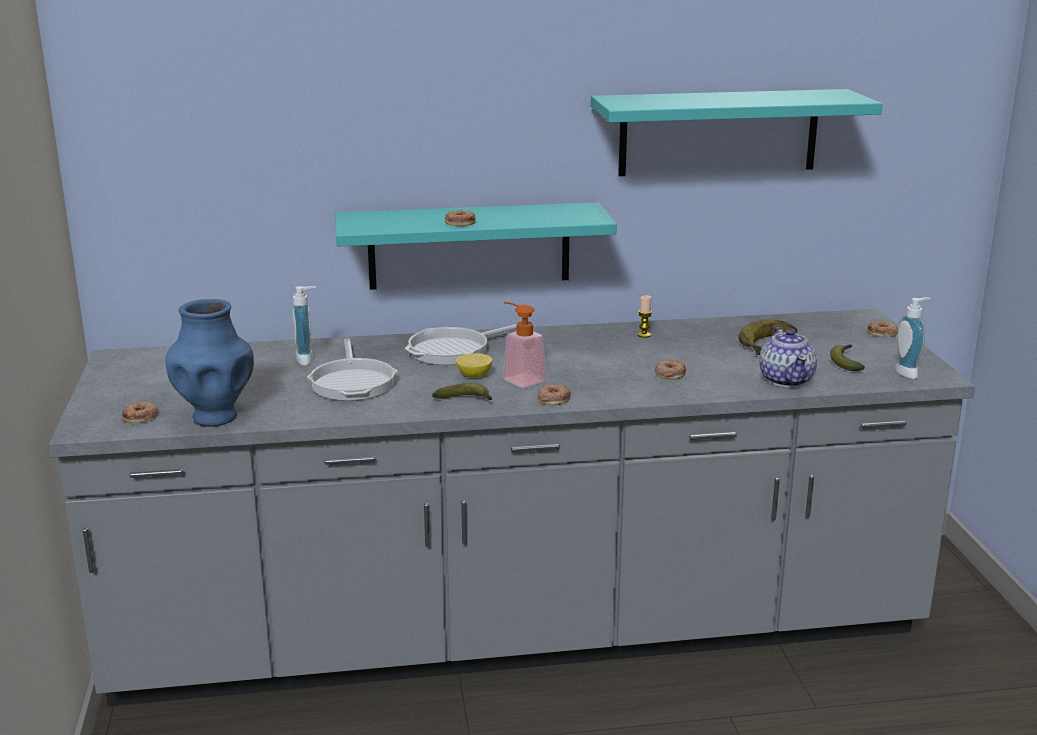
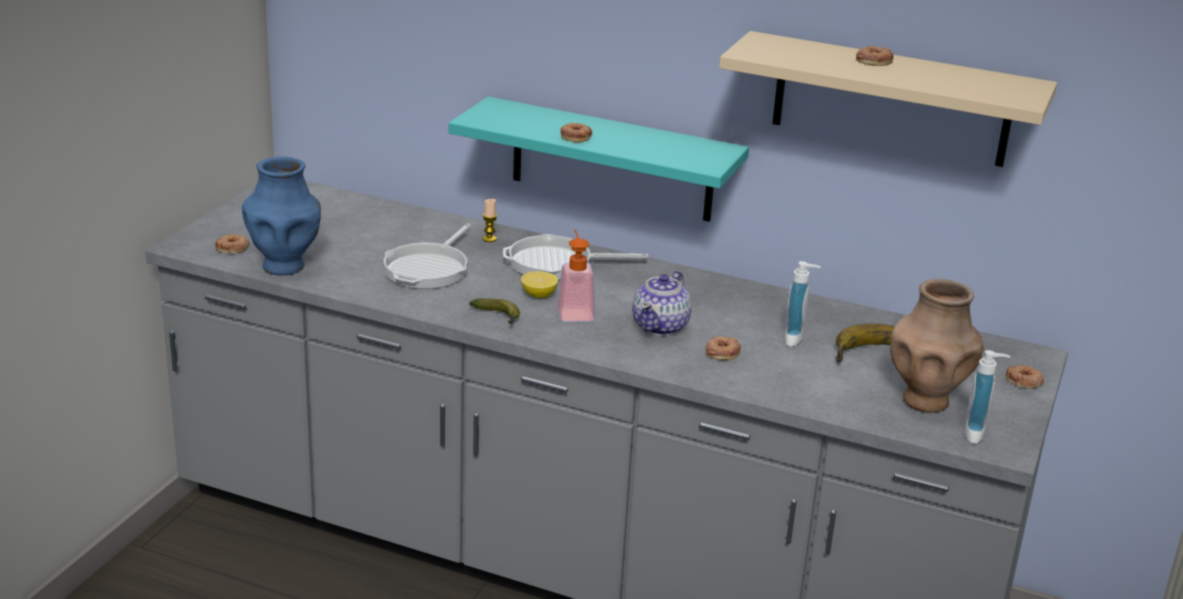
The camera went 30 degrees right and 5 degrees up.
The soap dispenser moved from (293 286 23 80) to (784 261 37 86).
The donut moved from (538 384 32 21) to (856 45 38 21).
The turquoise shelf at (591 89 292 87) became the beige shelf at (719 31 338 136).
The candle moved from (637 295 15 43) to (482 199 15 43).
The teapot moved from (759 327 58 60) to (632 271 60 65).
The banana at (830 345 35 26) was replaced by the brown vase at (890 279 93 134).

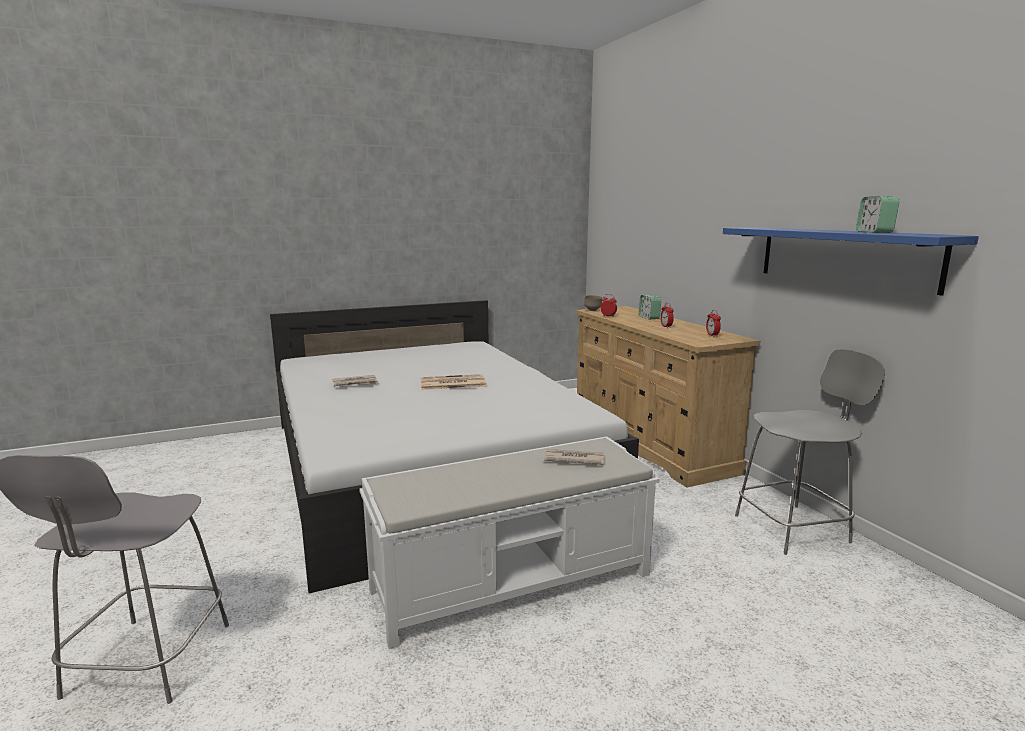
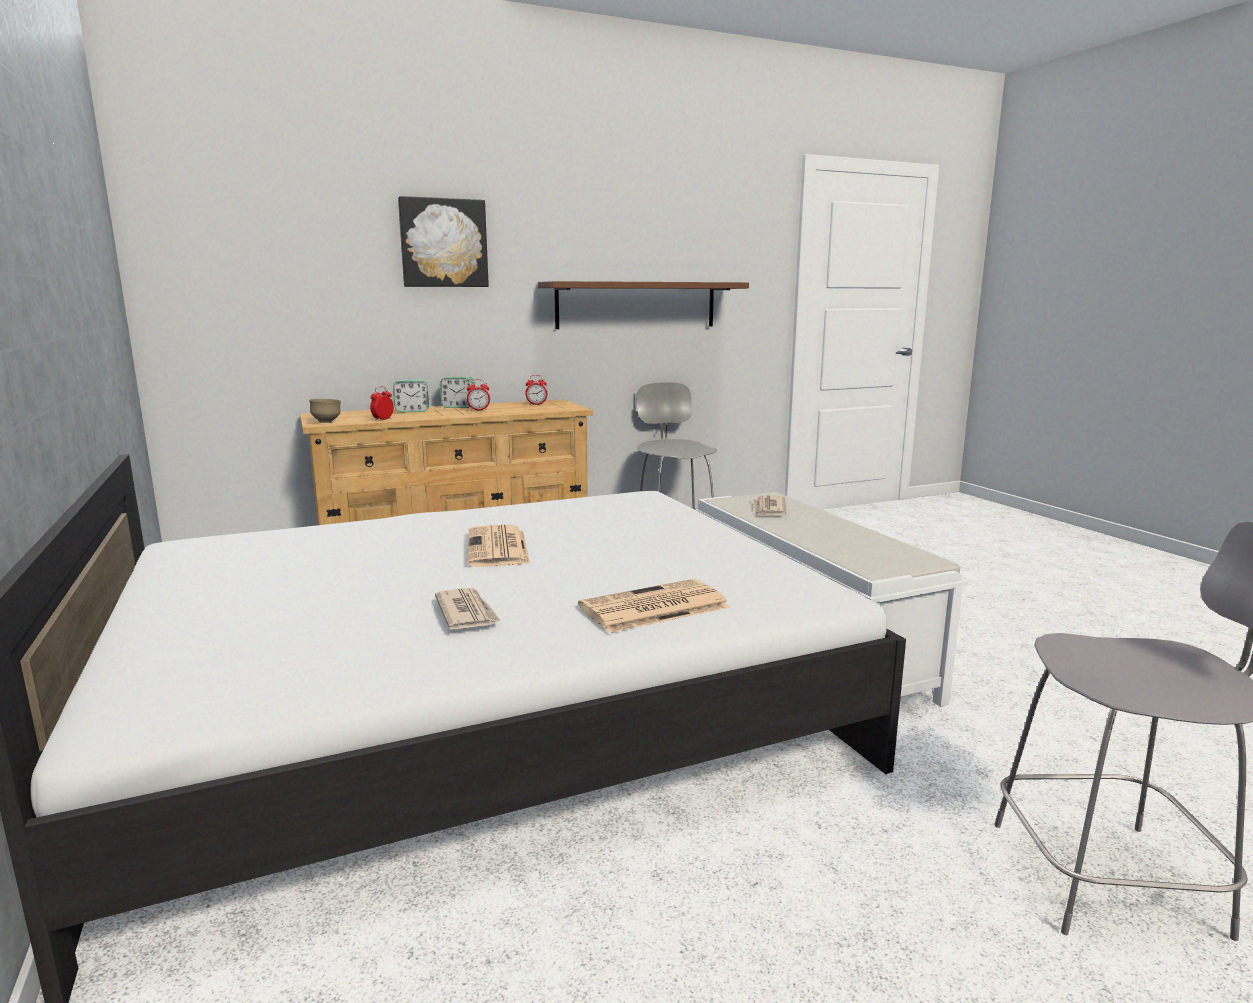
The camera went 90 degrees left and 0 degrees up.
The blue shelf at (723 227 256 69) became the brown shelf at (538 281 211 48).
The alarm clock moved from (856 196 44 37) to (440 377 35 31).
The picture at (398 196 91 91) appeared.
The newspaper at (578 579 152 54) appeared.

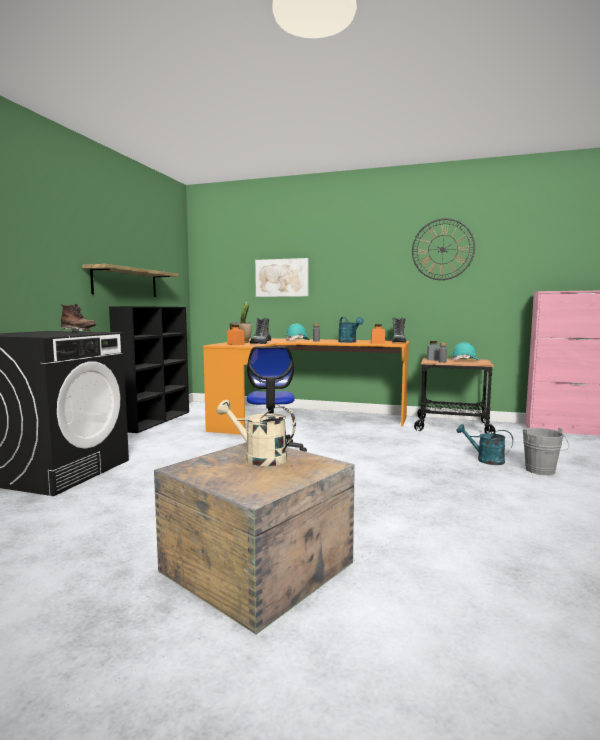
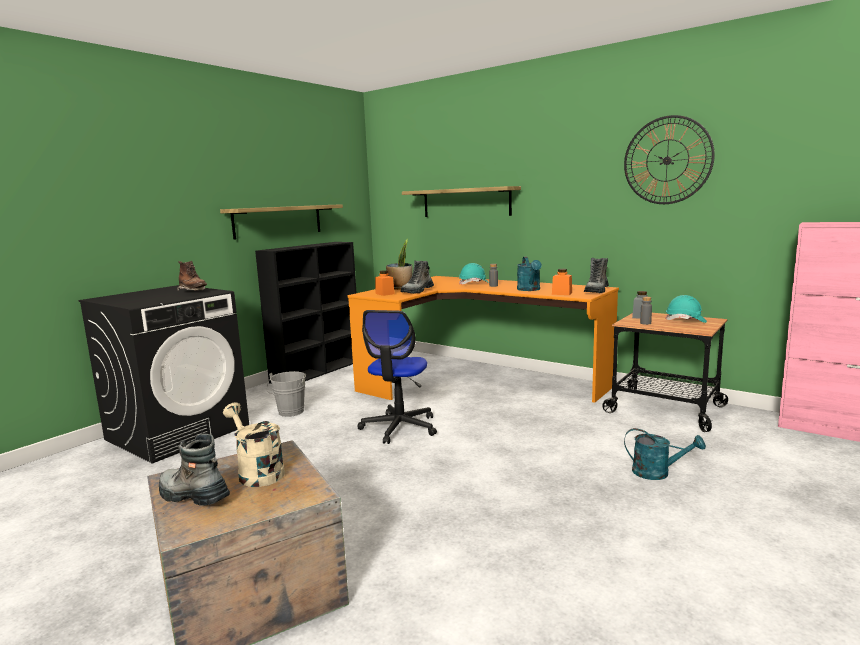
The camera went 20 degrees right and 5 degrees up.
The picture at (255 258 54 39) was replaced by the shelf at (402 186 119 31).
The turquoise watering can at (456 424 57 41) turned 150 degrees clockwise.
The grey bucket moved from (522 428 47 47) to (266 371 40 46).
The boot at (159 434 71 72) appeared.

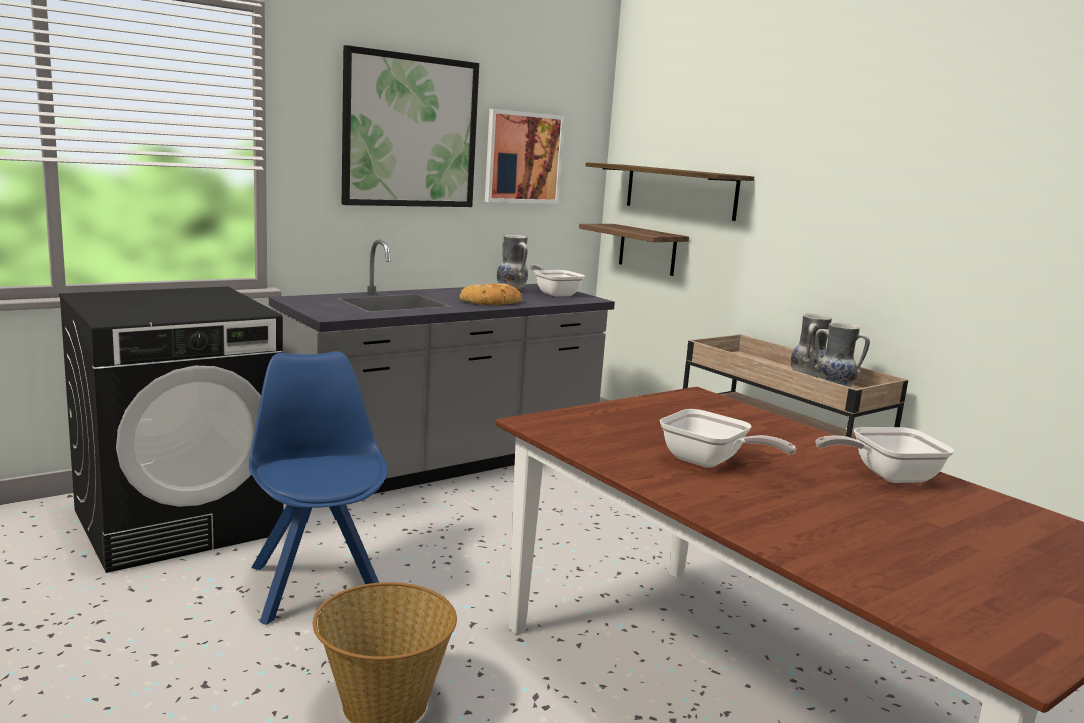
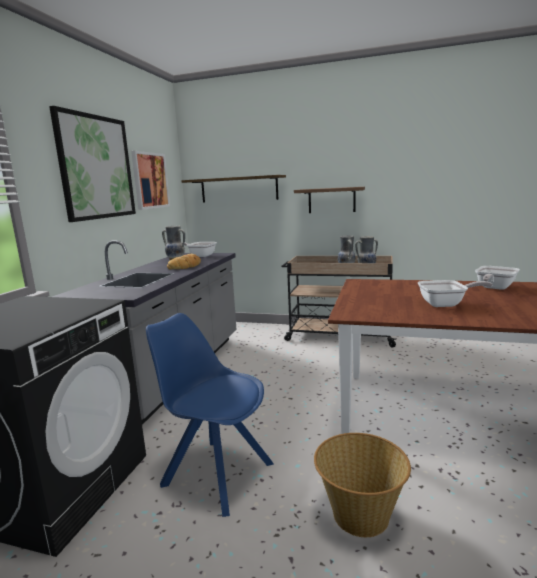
The camera went 35 degrees left and 0 degrees up.
The shelf moved from (579 224 110 52) to (294 187 71 26).

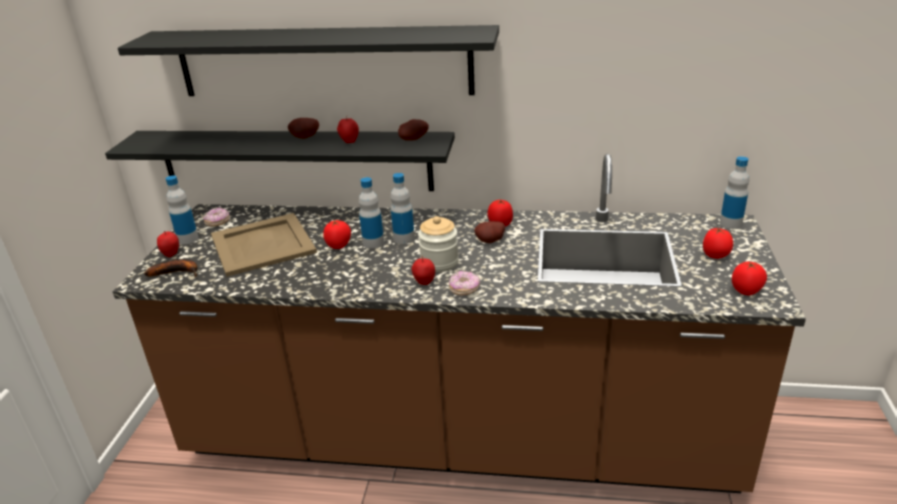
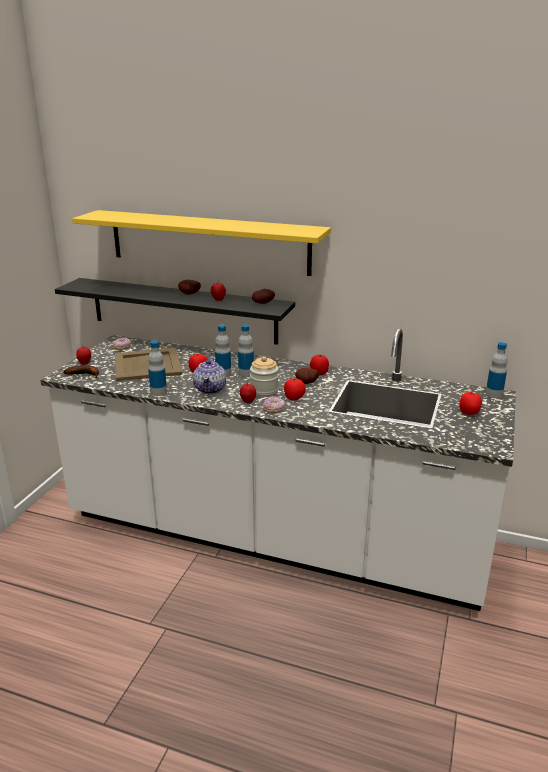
The camera went 10 degrees right and 5 degrees down.
The brown counter at (113 154 693 339) became the white counter at (40 328 476 283).
The black shelf at (118 25 381 71) became the yellow shelf at (72 210 259 66).
The bottle moved from (166 175 33 69) to (148 340 19 56).
The tomato moved from (732 261 35 35) to (284 378 22 23).
The teapot at (193 358 33 36) appeared.

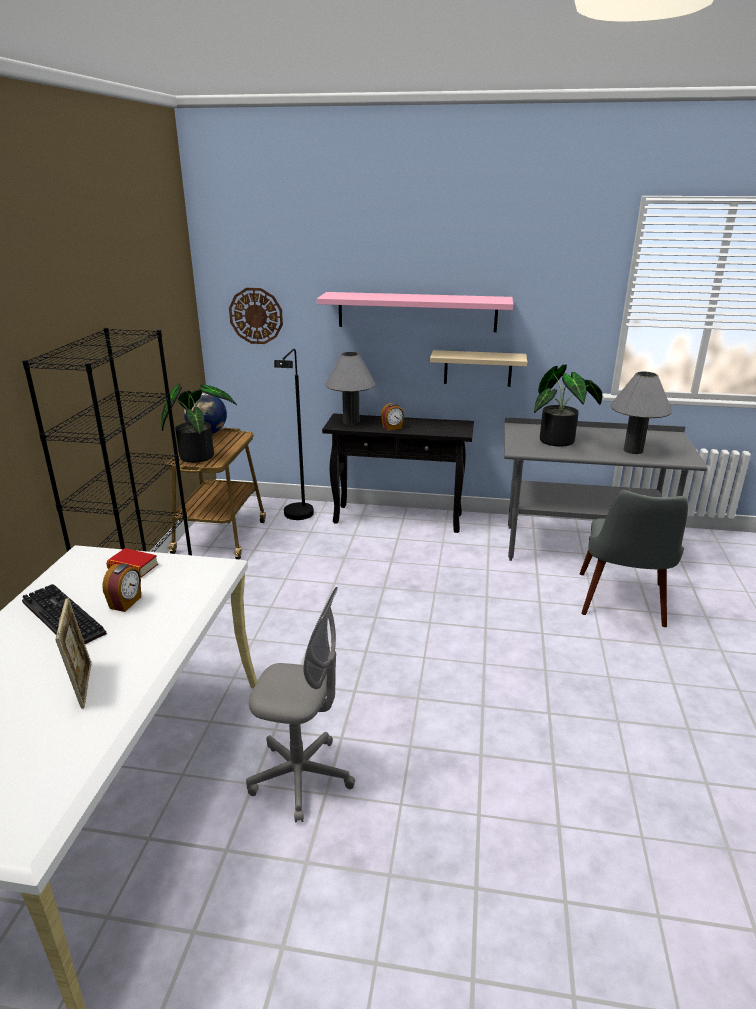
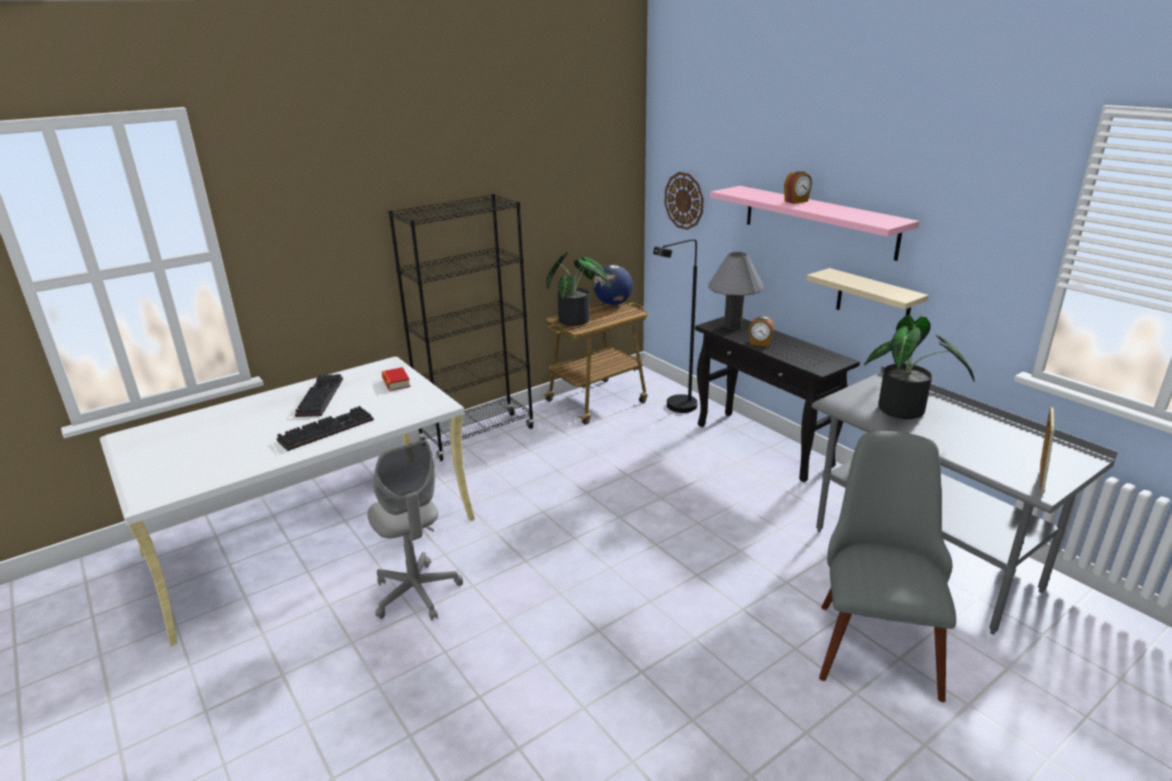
The camera went 45 degrees right and 0 degrees up.
The picture frame moved from (55 598 37 111) to (1040 407 15 86).
The alarm clock moved from (102 564 39 48) to (784 170 28 34).
The grey chair at (580 490 108 137) turned 135 degrees clockwise.
The grey table lamp at (610 372 62 82) disappeared.
The keyboard at (276 406 98 45) appeared.

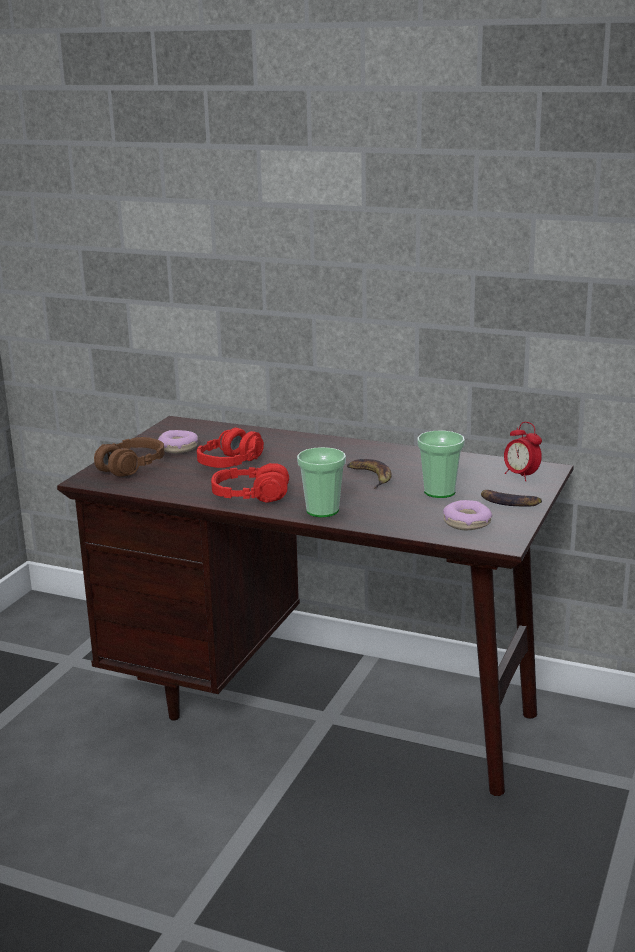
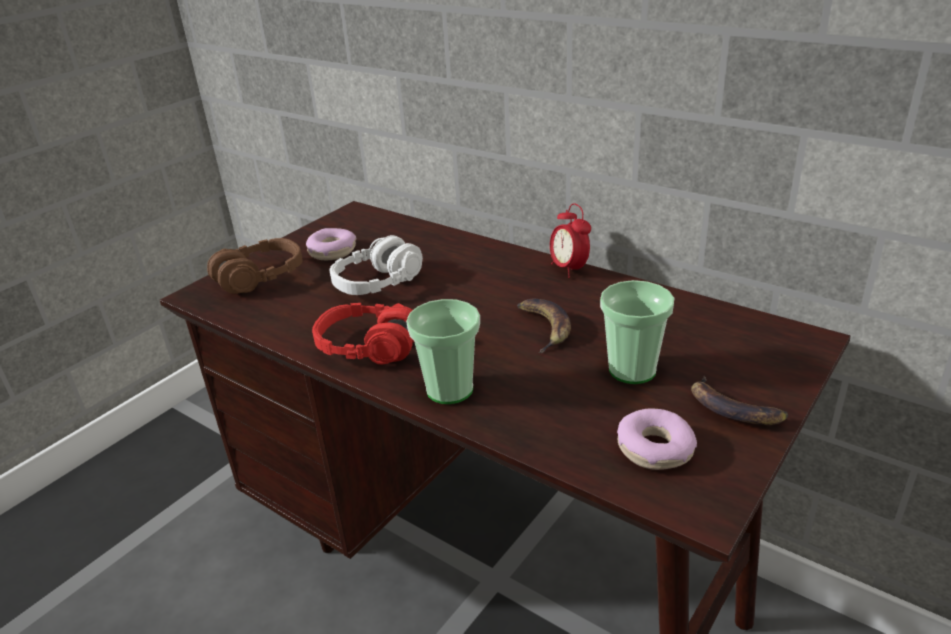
The camera went 15 degrees right and 10 degrees up.
The red headphones at (197 428 67 40) became the white headphones at (330 235 93 60).
The alarm clock moved from (504 422 38 59) to (550 203 41 75).

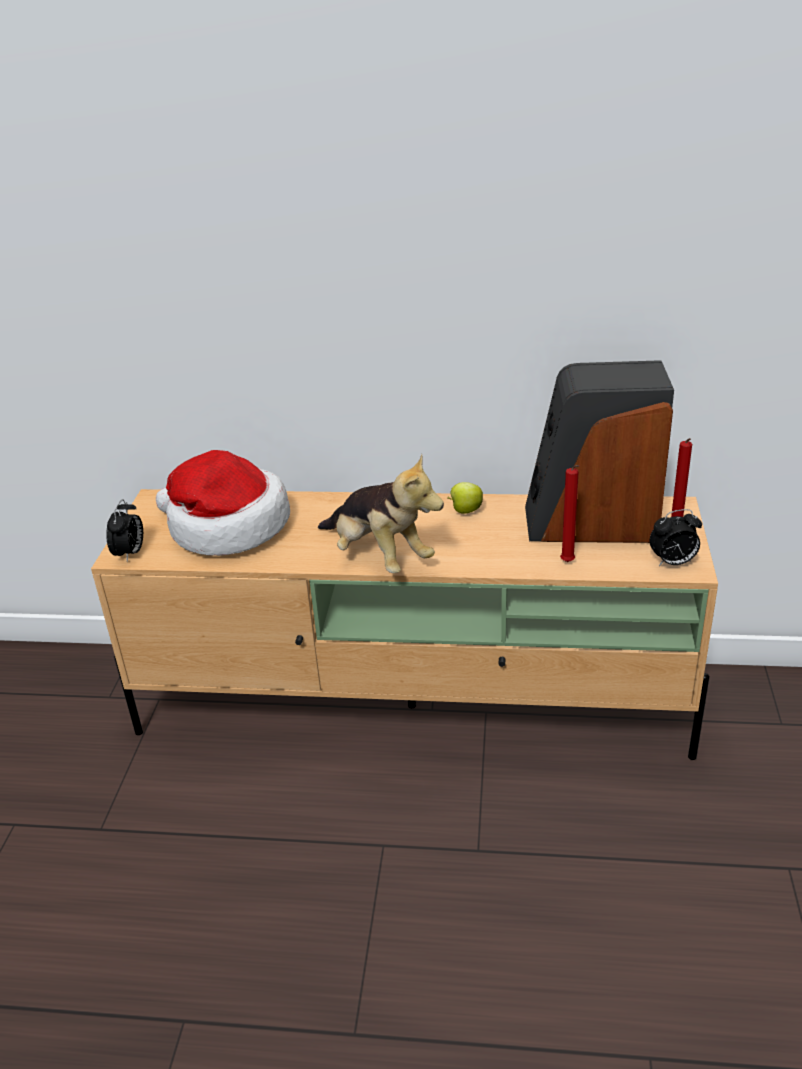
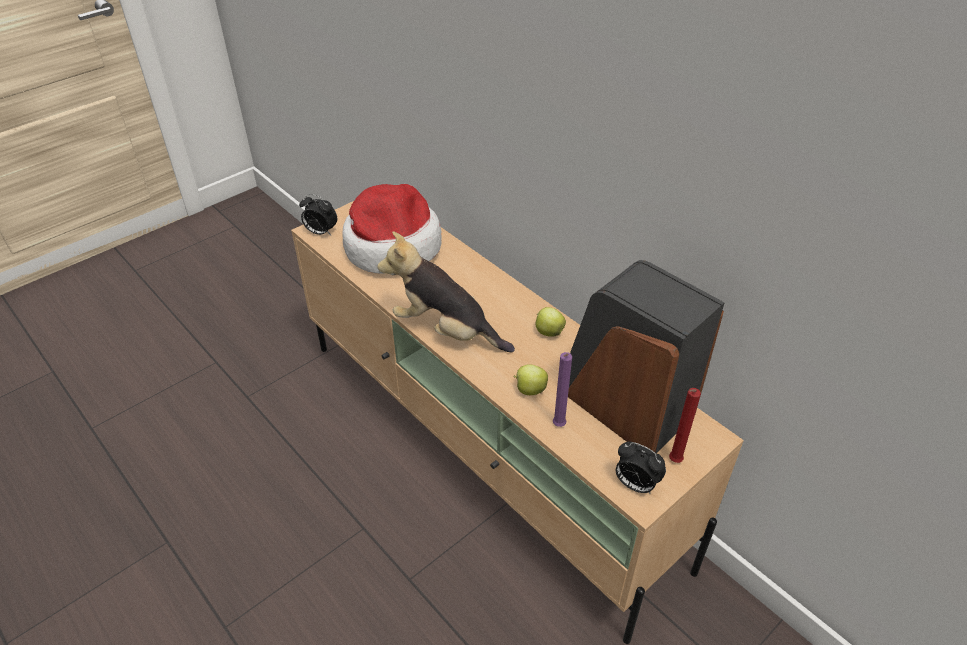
The camera went 40 degrees right and 10 degrees up.
The alarm clock at (106 499 37 63) turned 60 degrees clockwise.
The plush toy at (318 454 126 119) turned 120 degrees clockwise.
The red candle at (560 465 20 97) became the purple candle at (553 352 19 75).
The apple at (513 364 35 31) appeared.

